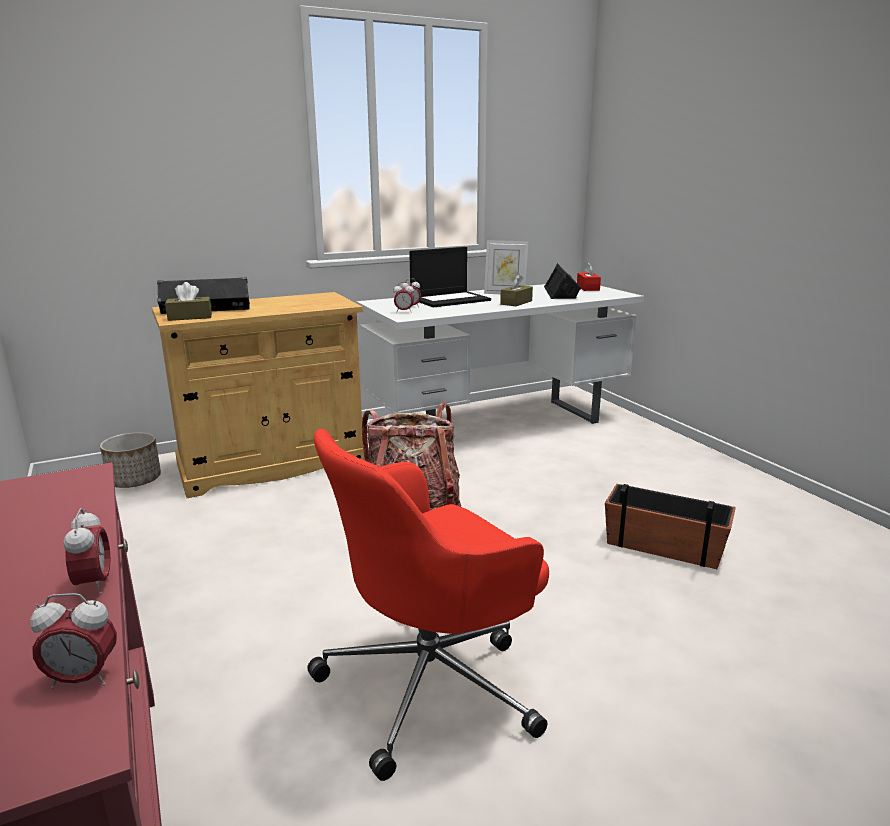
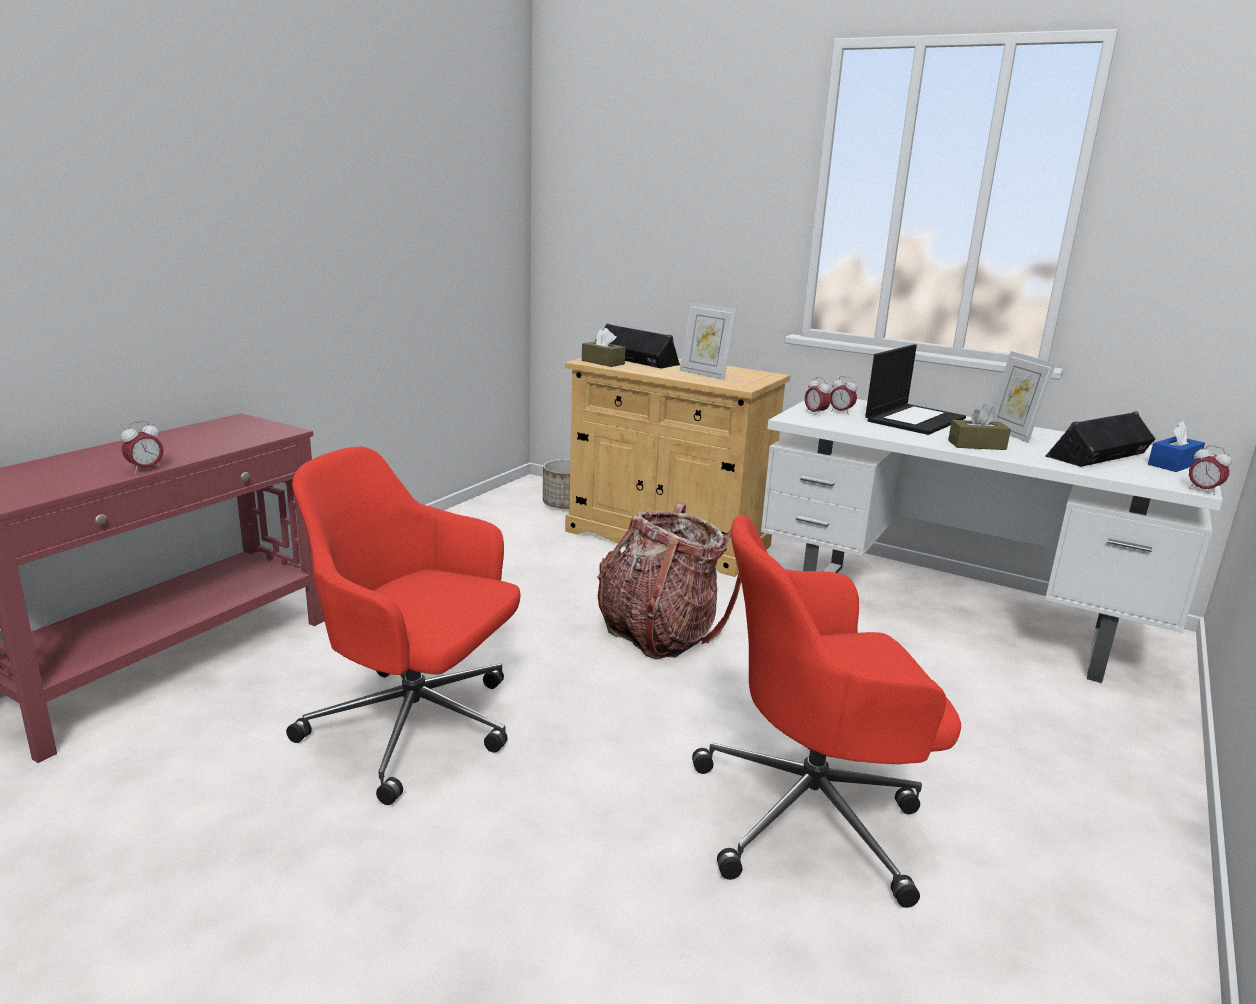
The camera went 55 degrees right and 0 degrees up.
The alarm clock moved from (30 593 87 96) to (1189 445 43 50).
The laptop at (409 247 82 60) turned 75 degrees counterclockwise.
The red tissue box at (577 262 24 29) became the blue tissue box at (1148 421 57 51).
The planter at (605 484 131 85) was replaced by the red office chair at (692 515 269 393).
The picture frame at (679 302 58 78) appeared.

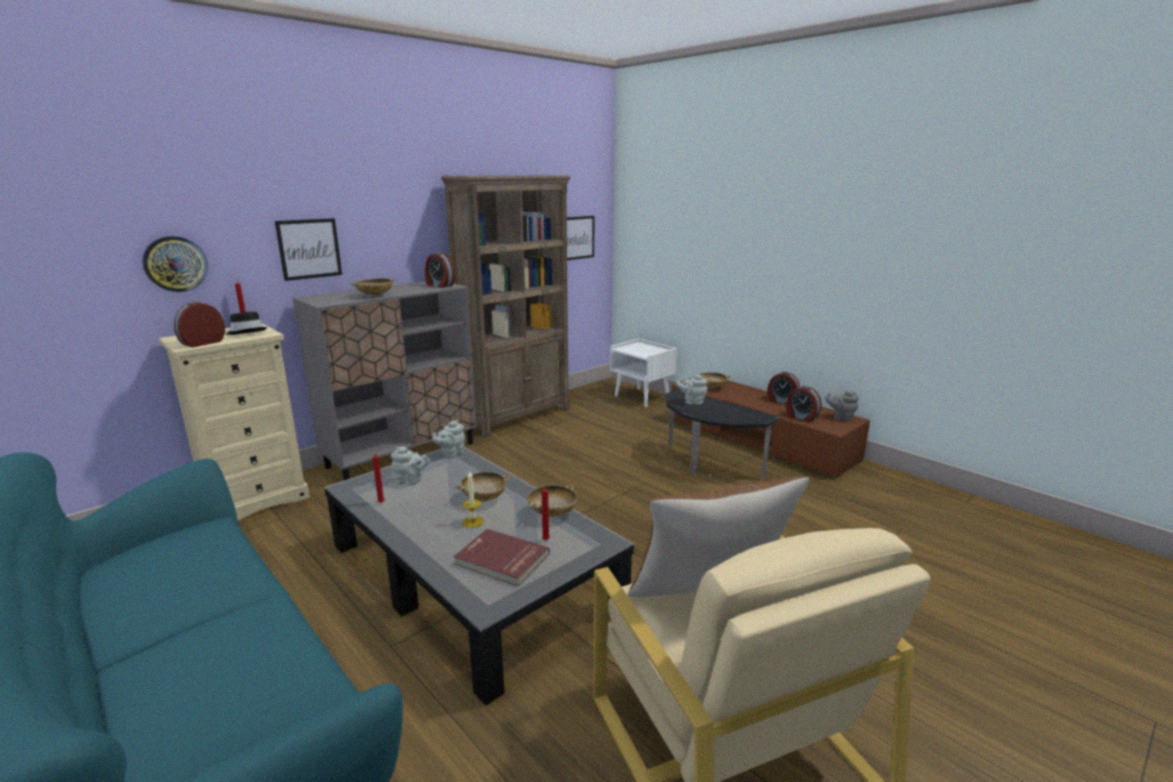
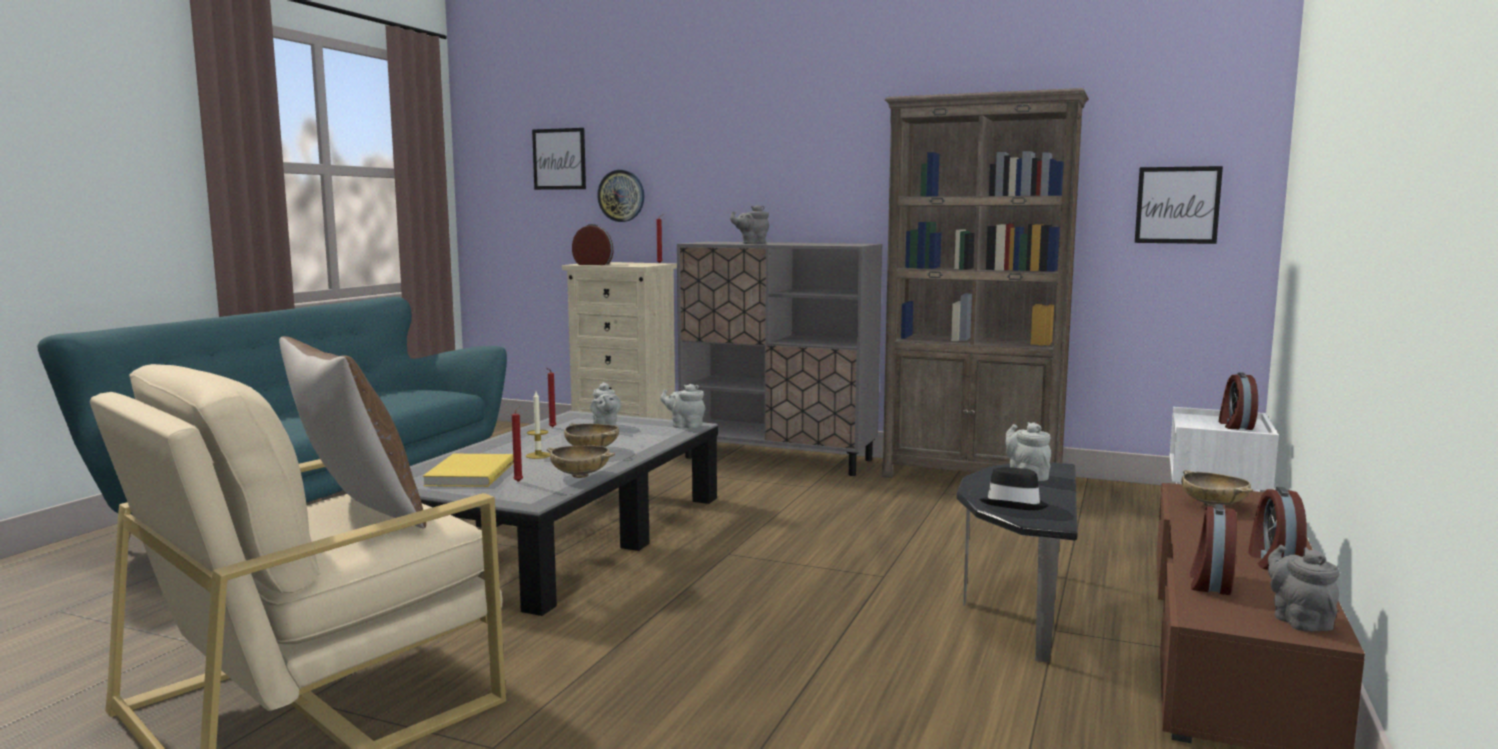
The camera went 65 degrees right and 10 degrees down.
The black hat moved from (226 312 41 23) to (979 467 69 43).
The picture moved from (275 218 67 63) to (532 128 54 62).
The beige bowl at (350 278 46 19) was replaced by the grey teapot at (730 205 39 39).
The alarm clock moved from (425 252 30 36) to (1219 373 39 57).
The red book at (454 529 96 57) became the yellow book at (423 454 91 33).

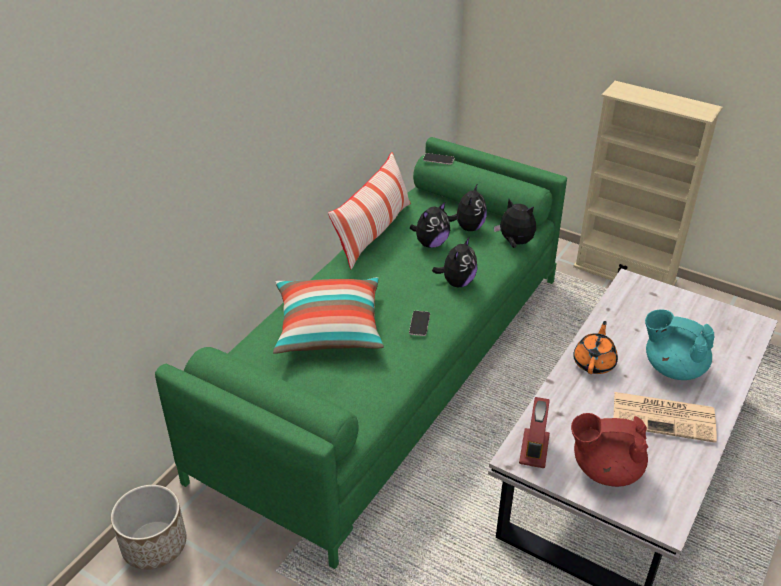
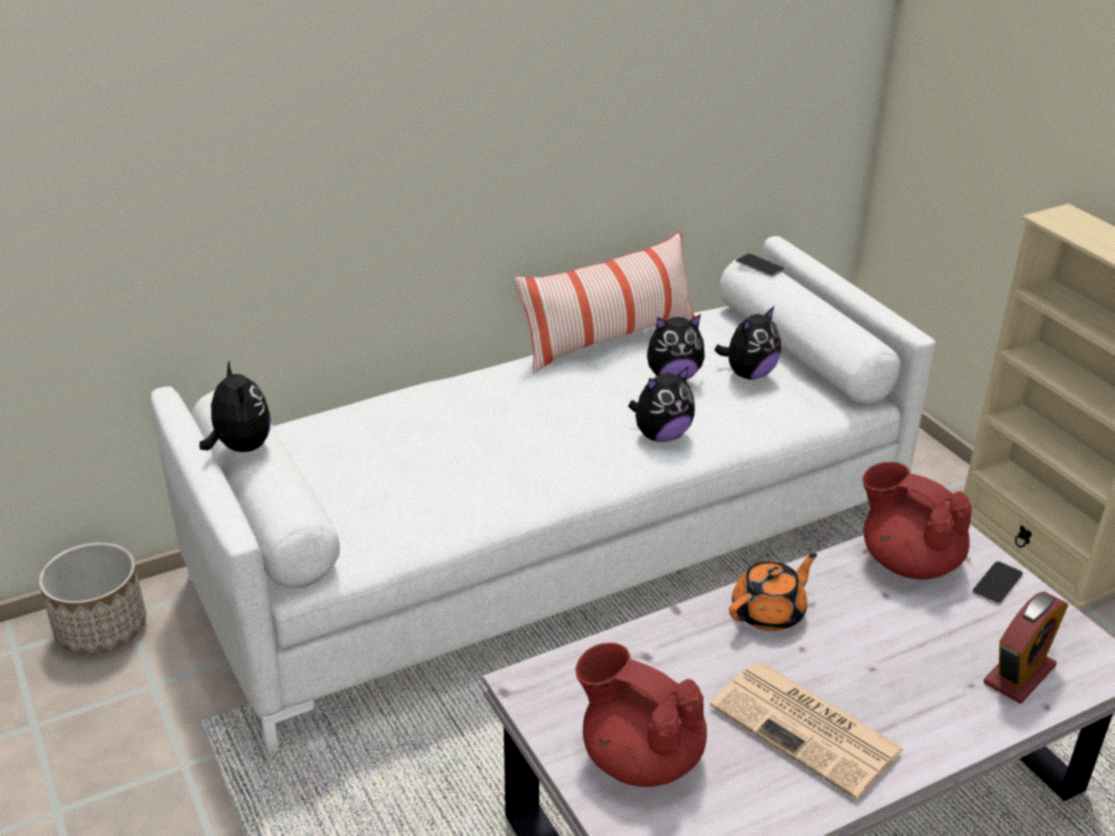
The camera went 30 degrees right and 5 degrees down.
The green sofa at (155 137 412 432) became the white sofa at (151 236 784 518).
The pillow at (273 277 111 77) disappeared.
The phone moved from (409 311 21 25) to (972 561 51 44).
The plush toy moved from (494 199 42 49) to (199 361 72 91).
The alarm clock moved from (519 397 31 71) to (983 592 85 111).
The turquoise teapot at (645 309 70 71) disappeared.
The red teapot at (862 462 110 117) appeared.

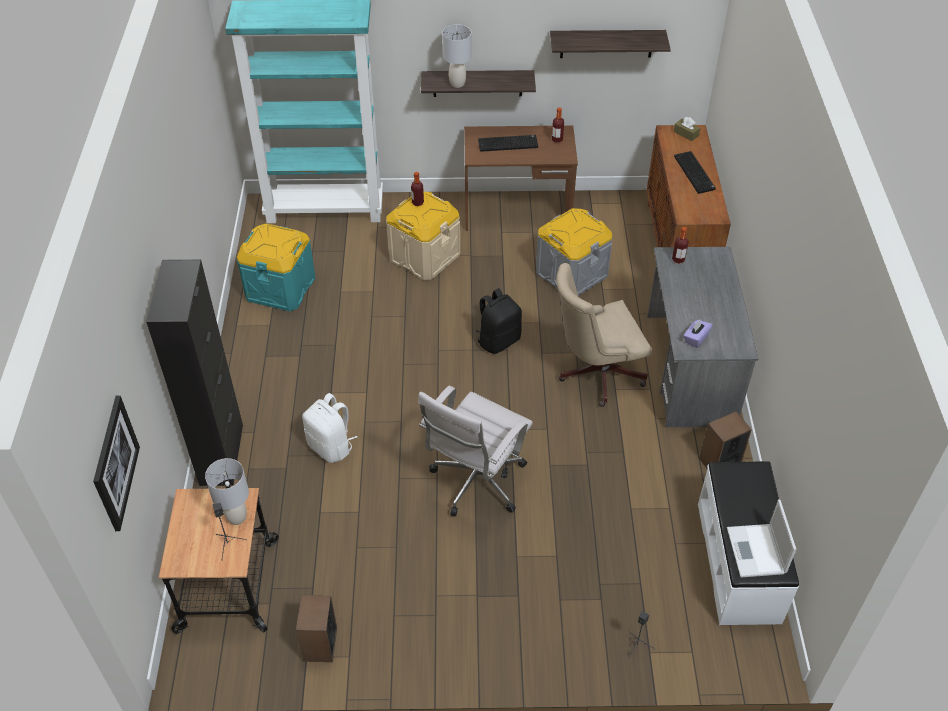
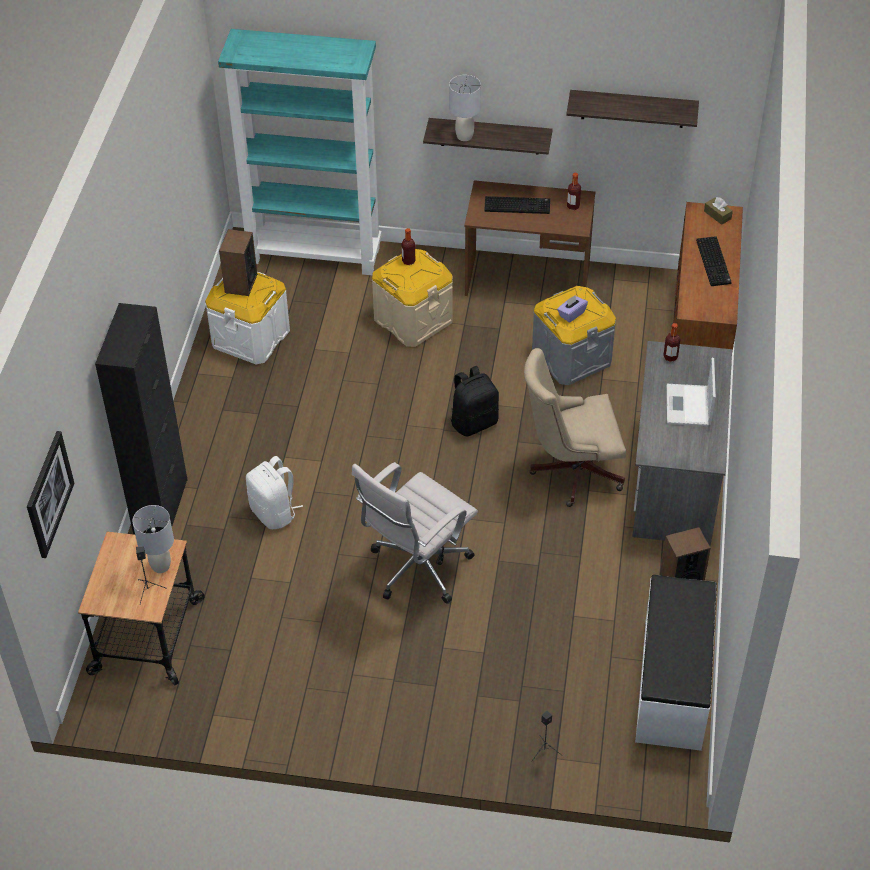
The camera went 10 degrees right and 0 degrees up.
The turquoise storage box at (237 224 78 87) became the white storage box at (205 271 85 94).
The speaker moved from (296 595 41 67) to (219 229 38 67).
The purple tissue box moved from (684 319 29 29) to (557 295 31 28).
The laptop moved from (727 500 70 78) to (667 358 49 68).

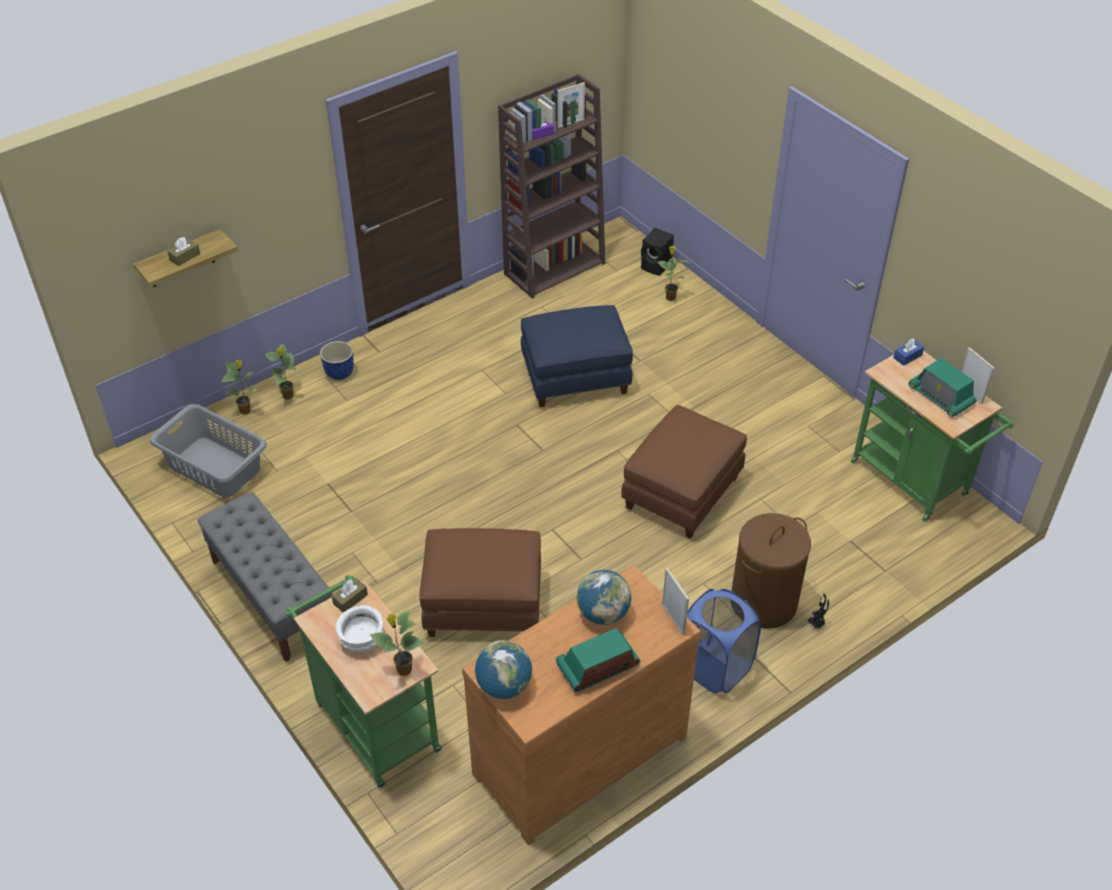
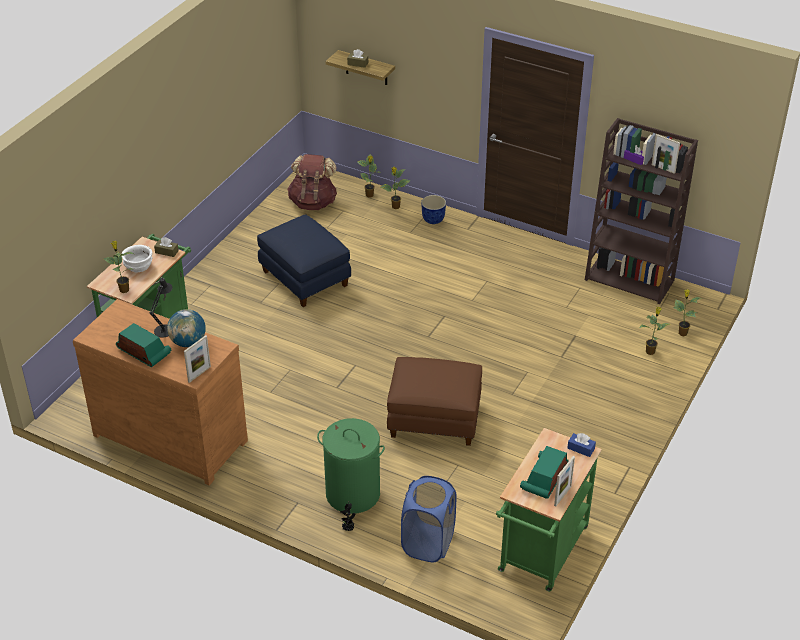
The camera went 65 degrees right and 5 degrees down.
The grey laundry basket at (150 404 117 94) was replaced by the brown backpack at (287 154 50 56).
The grey bench at (197 492 136 170) disappeared.
The brown ottoman at (420 528 121 109) disappeared.
The globe at (475 640 57 59) disappeared.
The blue ottoman moved from (521 305 112 102) to (257 214 94 93).
The black speaker at (641 228 33 48) was replaced by the potted plant at (673 289 29 47).
The blue laundry basket moved from (687 589 74 104) to (401 476 55 87).
The brown laundry basket at (731 513 80 116) became the green laundry basket at (317 418 68 96).
The black table lamp at (150 278 23 59) appeared.

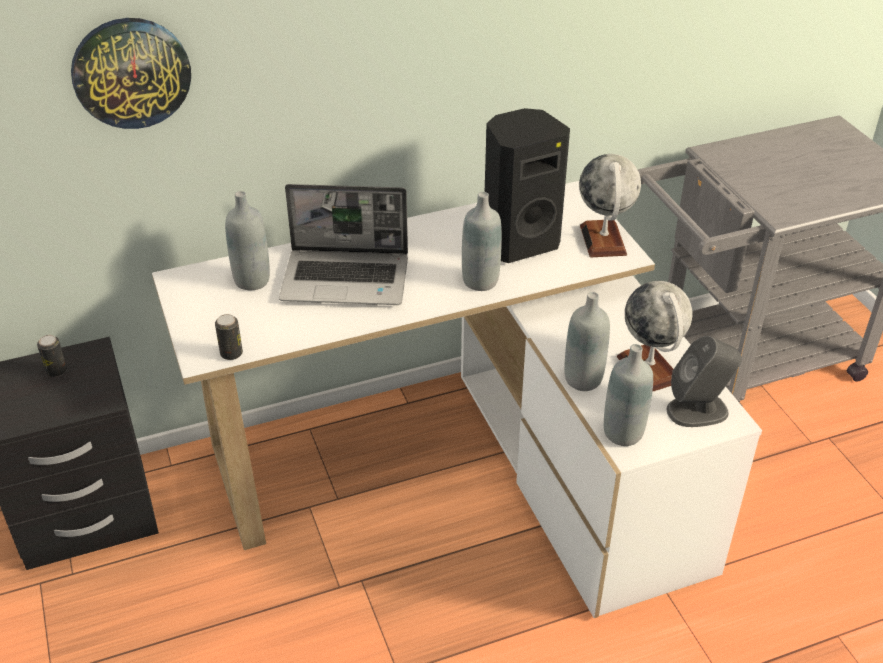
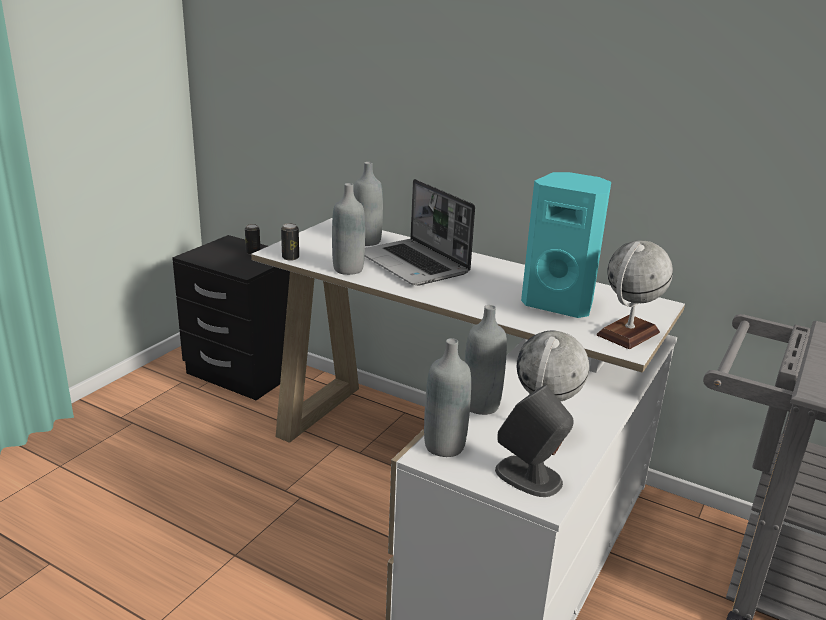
The camera went 50 degrees right and 15 degrees down.
The wall clock at (71 18 120 111) disappeared.
The grey bottle moved from (462 192 40 99) to (332 183 33 92).
The black speaker at (485 108 85 155) became the turquoise speaker at (521 172 90 146).

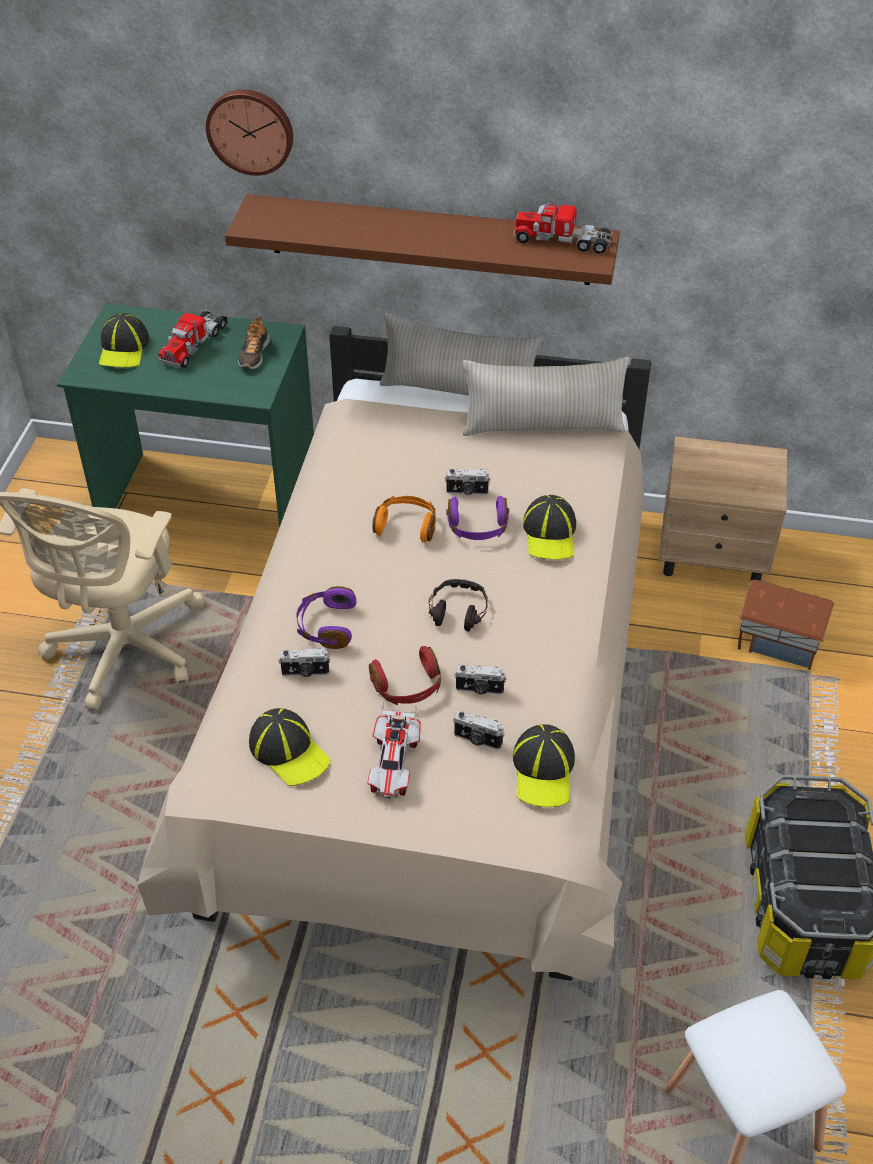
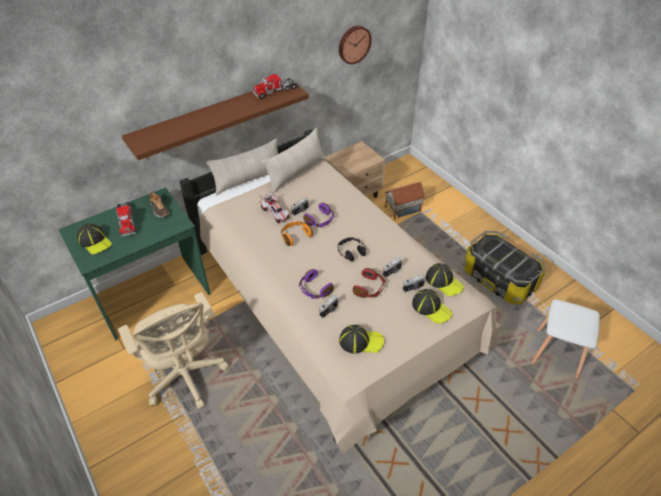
The camera went 45 degrees left and 0 degrees up.
The wall clock moved from (206 89 87 87) to (339 25 33 39).
The toy car moved from (367 702 54 96) to (259 190 31 33).
The cap moved from (523 495 53 65) to (412 289 40 35).

